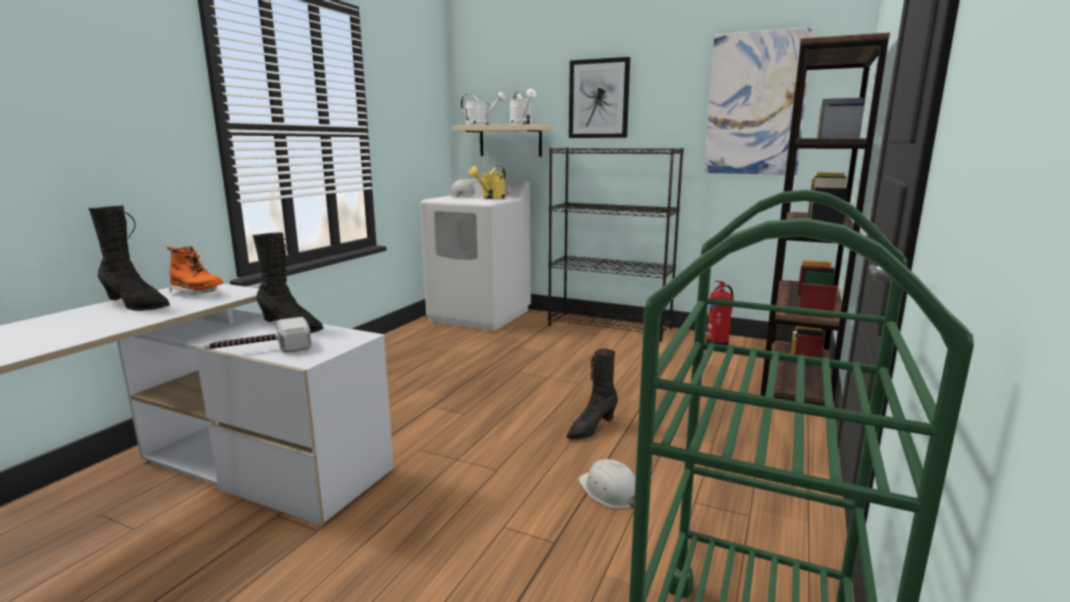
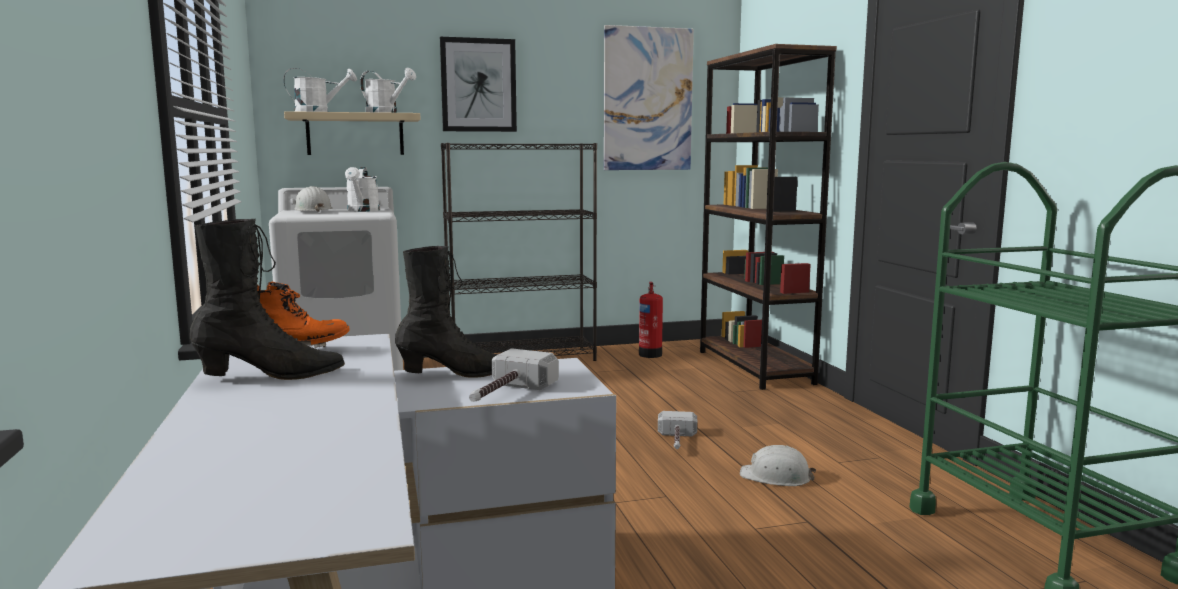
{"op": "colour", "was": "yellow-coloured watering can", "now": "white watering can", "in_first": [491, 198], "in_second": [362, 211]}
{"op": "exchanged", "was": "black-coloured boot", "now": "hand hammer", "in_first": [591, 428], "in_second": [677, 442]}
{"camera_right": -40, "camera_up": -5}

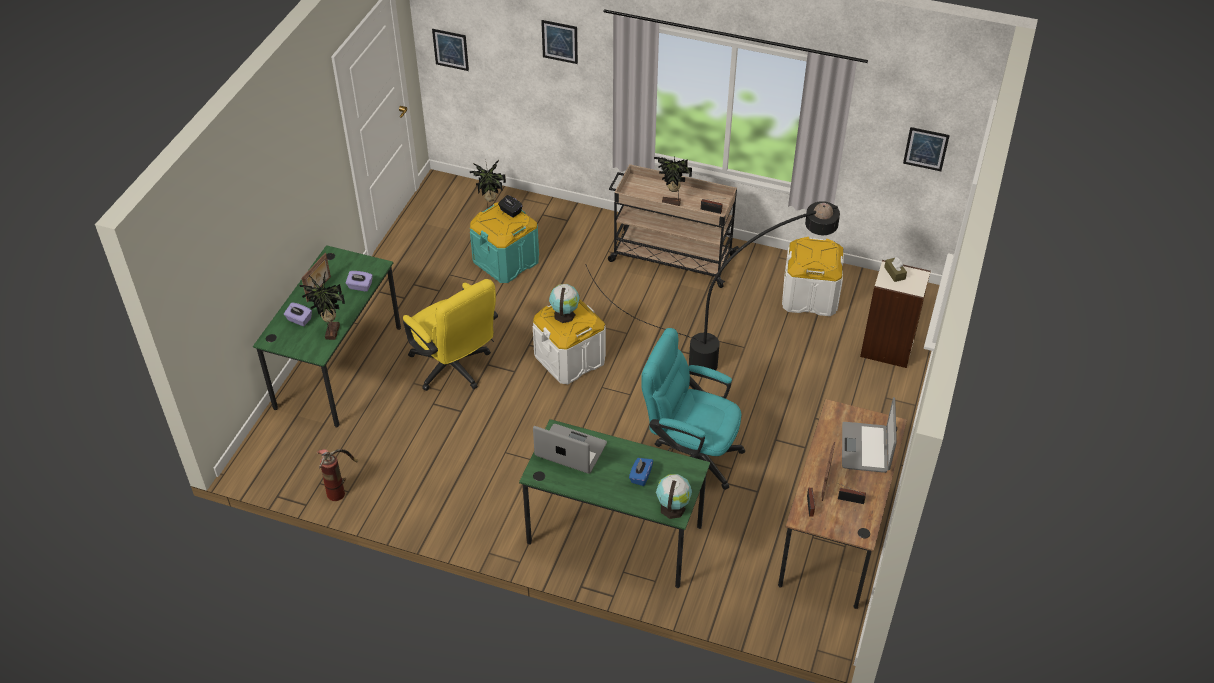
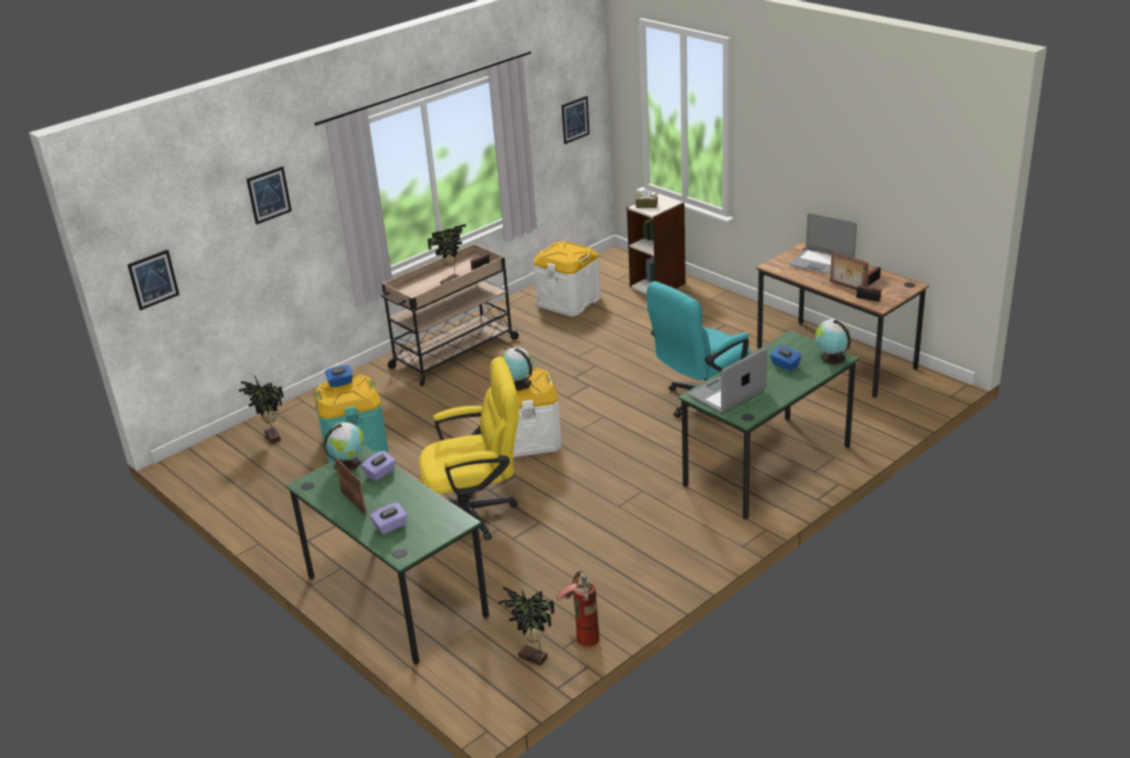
{"op": "appeared", "now": "world globe", "in_second": [348, 463]}
{"op": "colour", "was": "black-coloured tissue box", "now": "blue tissue box", "in_first": [510, 211], "in_second": [340, 383]}
{"op": "relocated", "was": "potted plant", "in_first": [331, 332], "in_second": [532, 659]}
{"op": "missing", "was": "black-coloured floor lamp", "in_first": [729, 346]}
{"camera_right": -60, "camera_up": -15}

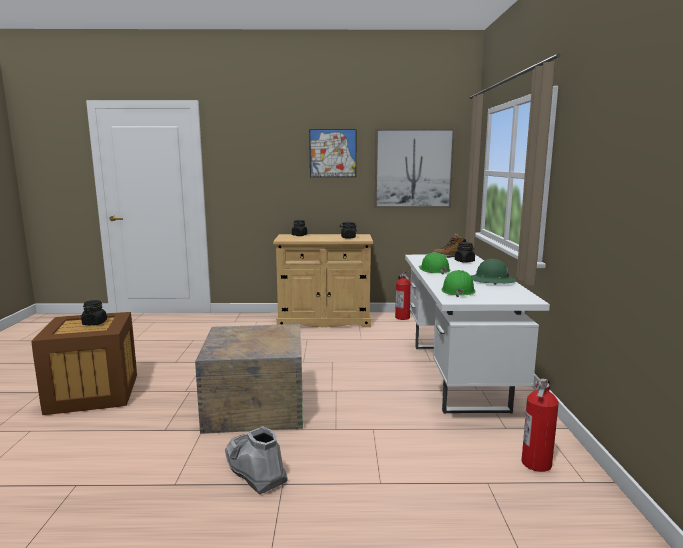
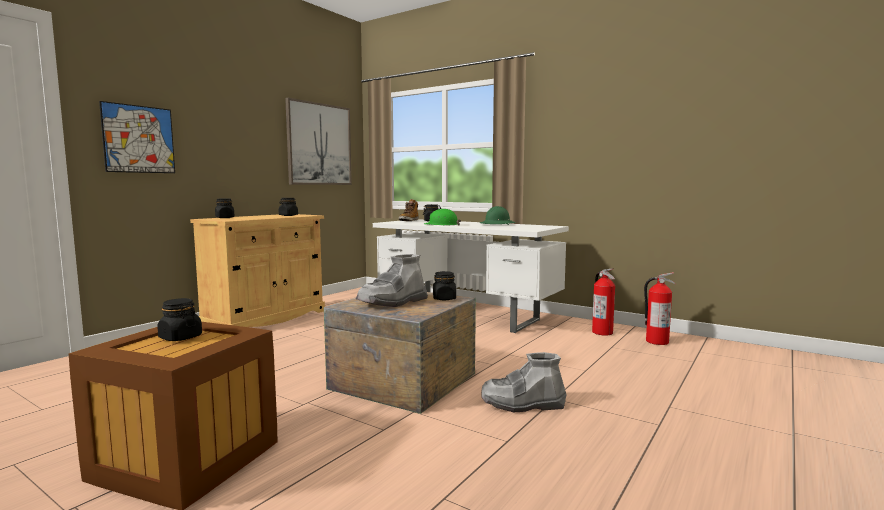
{"op": "relocated", "was": "picture", "in_first": [333, 153], "in_second": [139, 139]}
{"op": "appeared", "now": "greyish boot", "in_second": [393, 302]}
{"op": "appeared", "now": "black-coloured jar", "in_second": [444, 298]}
{"op": "relocated", "was": "fire-fighting cylinder", "in_first": [402, 317], "in_second": [656, 341]}
{"op": "missing", "was": "green safety helmet", "in_first": [457, 291]}
{"camera_right": -55, "camera_up": -5}

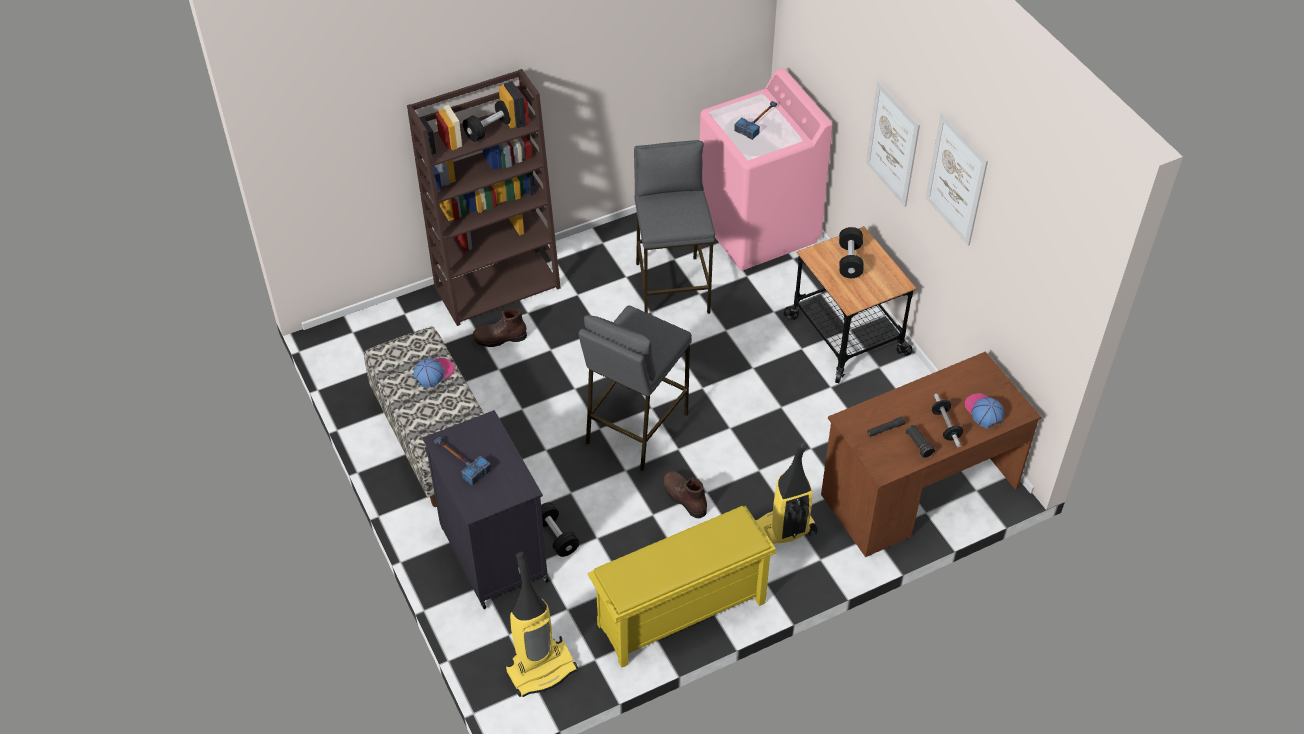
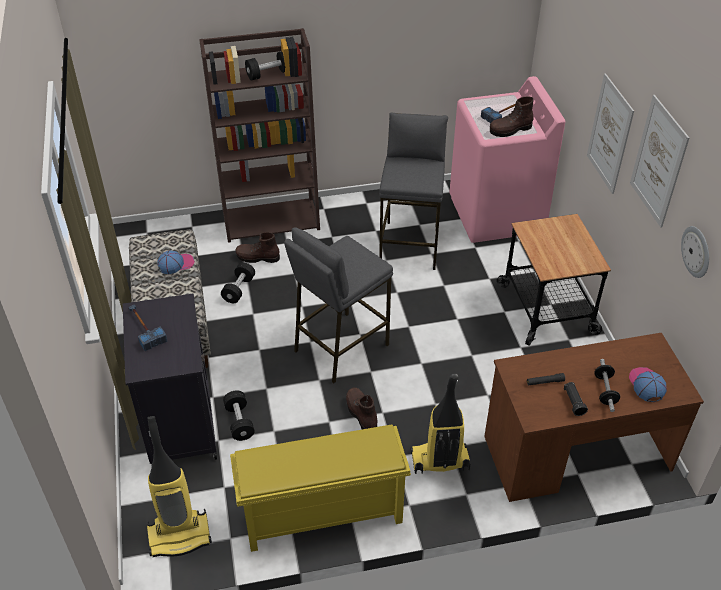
{"op": "relocated", "was": "black-coloured dumbbell", "in_first": [850, 260], "in_second": [239, 289]}
{"op": "appeared", "now": "brown boot", "in_second": [510, 130]}
{"op": "appeared", "now": "clock on the wall", "in_second": [696, 251]}
{"camera_right": 15, "camera_up": -5}

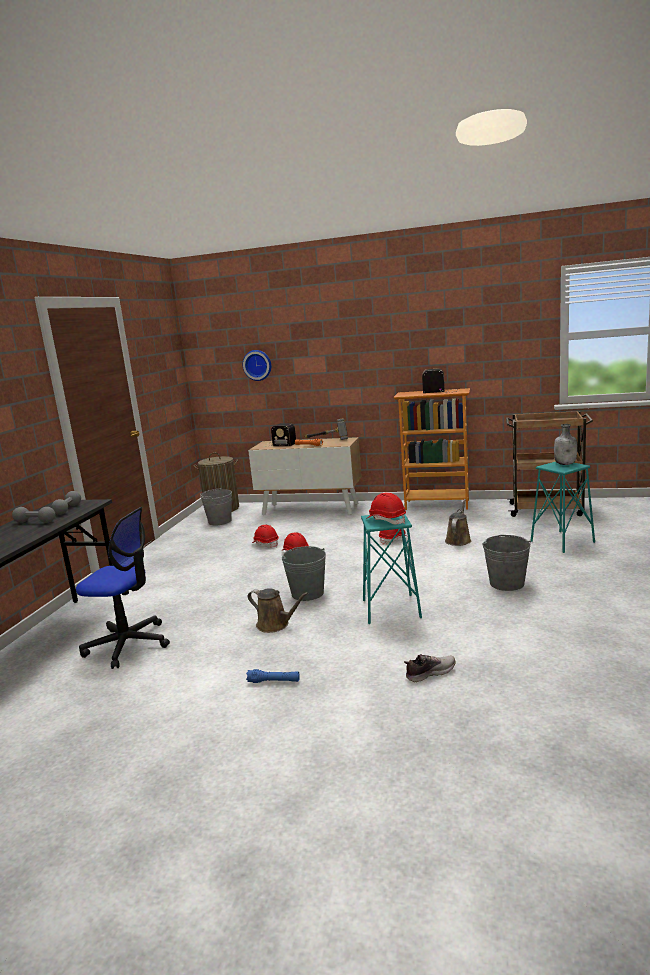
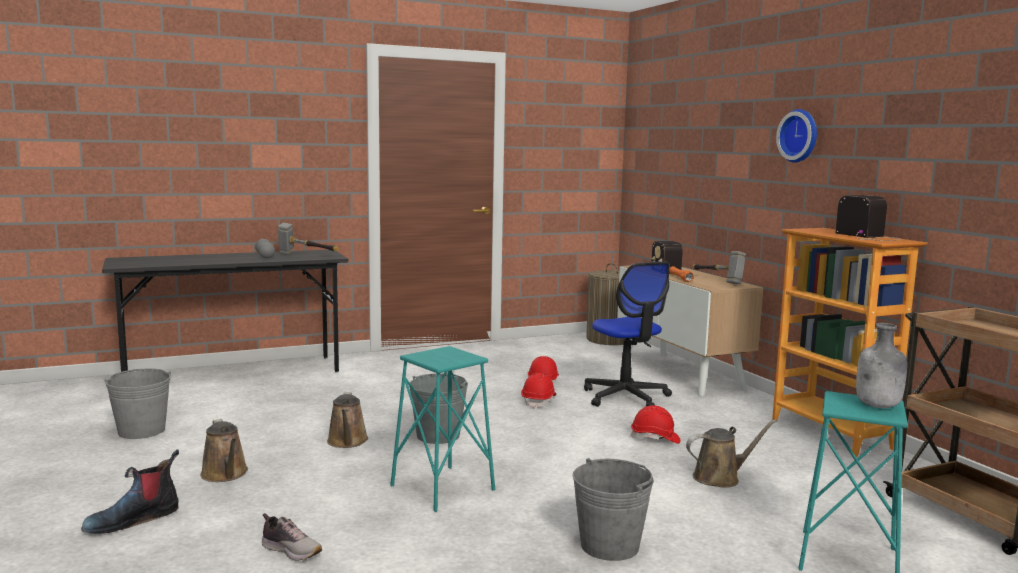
{"op": "appeared", "now": "boot", "in_second": [133, 519]}
{"op": "relocated", "was": "greyish water bucket", "in_first": [220, 521], "in_second": [141, 431]}
{"op": "exchanged", "was": "blue torch", "now": "brown watering can", "in_first": [273, 681], "in_second": [225, 474]}
{"op": "exchanged", "was": "greyish dumbbell", "now": "hand hammer", "in_first": [68, 509], "in_second": [306, 255]}
{"op": "relocated", "was": "office chair", "in_first": [128, 644], "in_second": [626, 397]}
{"op": "relocated", "was": "clock on the wall", "in_first": [257, 365], "in_second": [800, 136]}
{"op": "missing", "was": "red-coloured safety helmet", "in_first": [386, 520]}
{"camera_right": 50, "camera_up": -5}

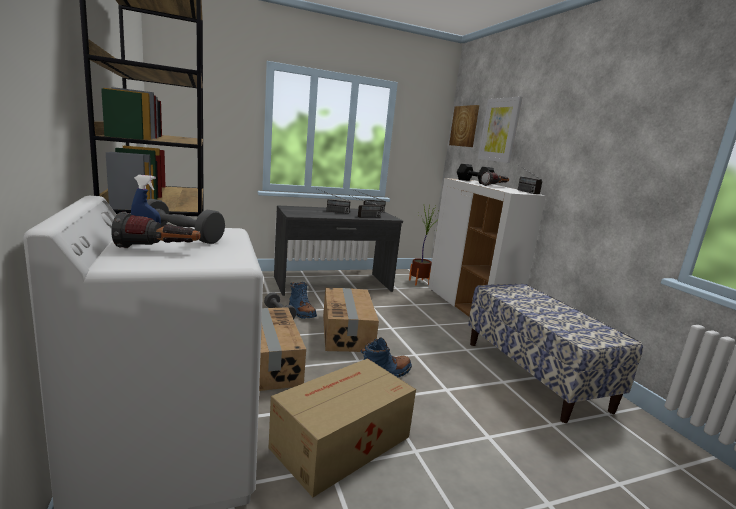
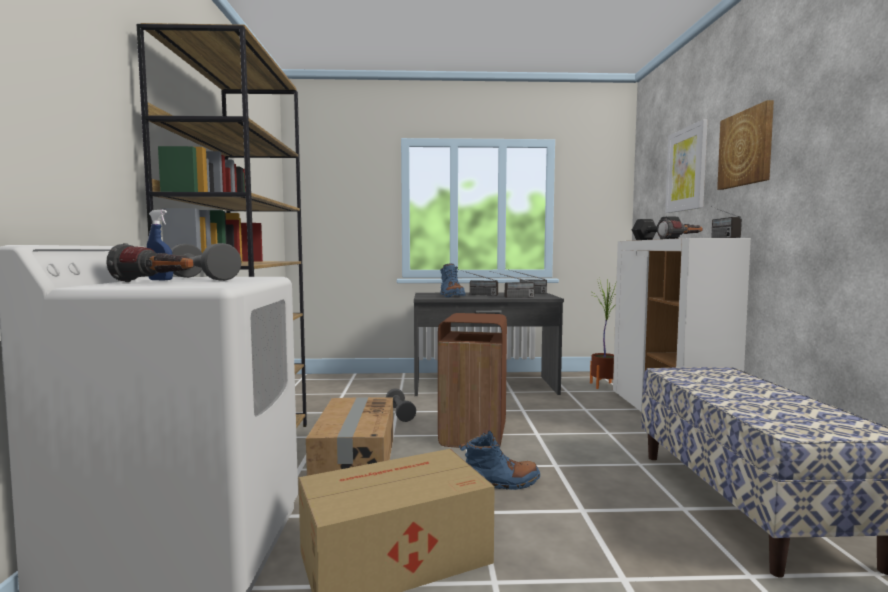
{"op": "exchanged", "was": "cardboard box", "now": "brown waste bin", "in_first": [347, 332], "in_second": [474, 435]}
{"op": "relocated", "was": "blue boot", "in_first": [301, 312], "in_second": [451, 296]}
{"op": "relocated", "was": "picture", "in_first": [465, 126], "in_second": [746, 148]}
{"camera_right": 20, "camera_up": -10}

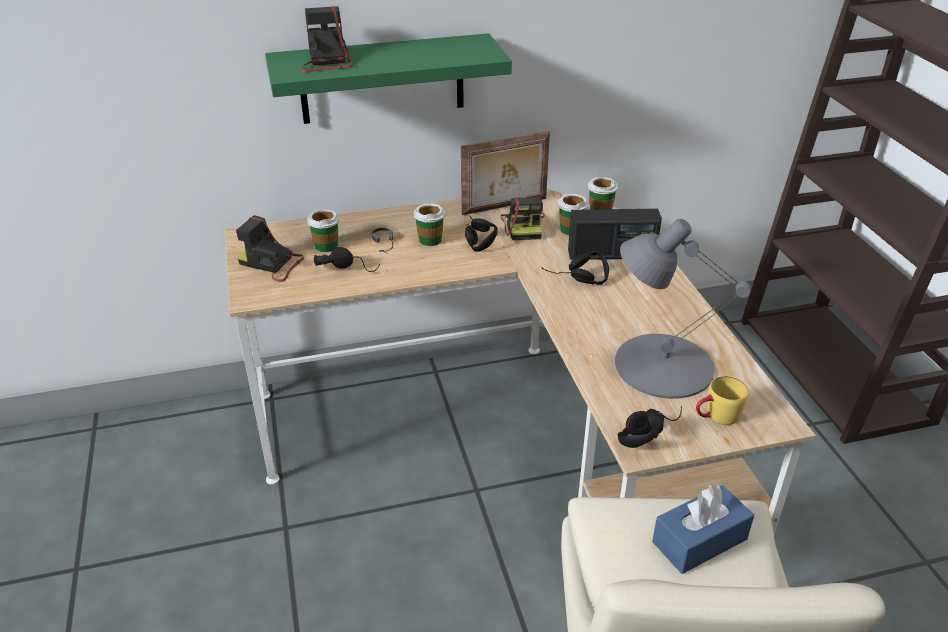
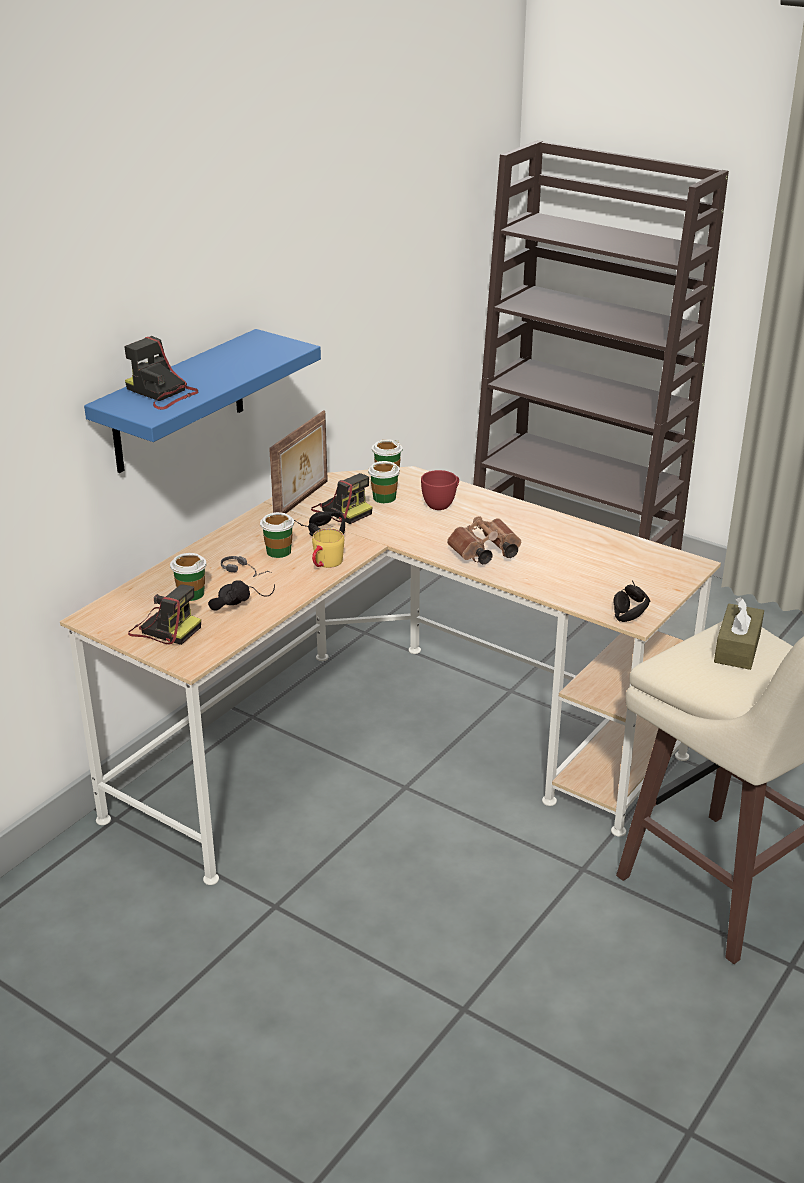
{"op": "colour", "was": "green wall shelf", "now": "blue wall shelf", "in_first": [382, 79], "in_second": [178, 402]}
{"op": "spun", "was": "photo camera", "in_first": [272, 264], "in_second": [164, 628], "clockwise": -135}
{"op": "relocated", "was": "yellow-coloured tea mug", "in_first": [716, 416], "in_second": [325, 564]}
{"op": "exchanged", "was": "radio set", "now": "red-coloured drinking cup", "in_first": [611, 254], "in_second": [442, 504]}
{"op": "appeared", "now": "brown field glasses", "in_second": [484, 554]}
{"op": "colour", "was": "blue tissue box", "now": "brown tissue box", "in_first": [699, 540], "in_second": [737, 648]}
{"op": "missing", "was": "black-coloured headphones", "in_first": [575, 280]}
{"op": "missing", "was": "greyish lamp for a table", "in_first": [662, 365]}
{"camera_right": -40, "camera_up": -5}

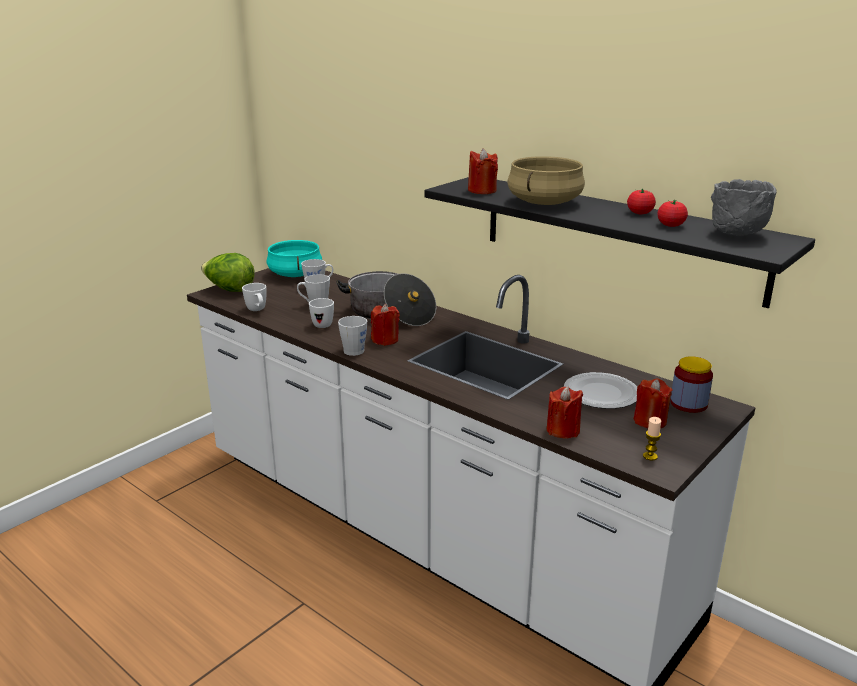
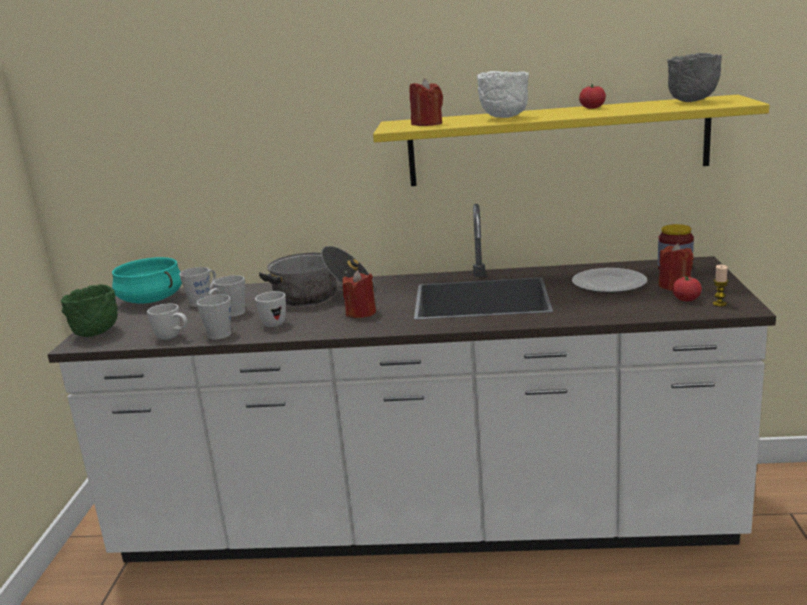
{"op": "exchanged", "was": "head of lettuce", "now": "green serving bowl", "in_first": [229, 290], "in_second": [97, 333]}
{"op": "relocated", "was": "greyish tea mug", "in_first": [354, 349], "in_second": [218, 333]}
{"op": "colour", "was": "black-coloured wall shelf", "now": "yellow-coloured wall shelf", "in_first": [618, 236], "in_second": [556, 142]}
{"op": "exchanged", "was": "sand-coloured saucepot", "now": "white serving bowl", "in_first": [544, 202], "in_second": [503, 118]}
{"op": "relocated", "was": "tomato", "in_first": [671, 225], "in_second": [686, 299]}
{"op": "missing", "was": "red-coloured wax light", "in_first": [563, 430]}
{"camera_right": -35, "camera_up": -5}

